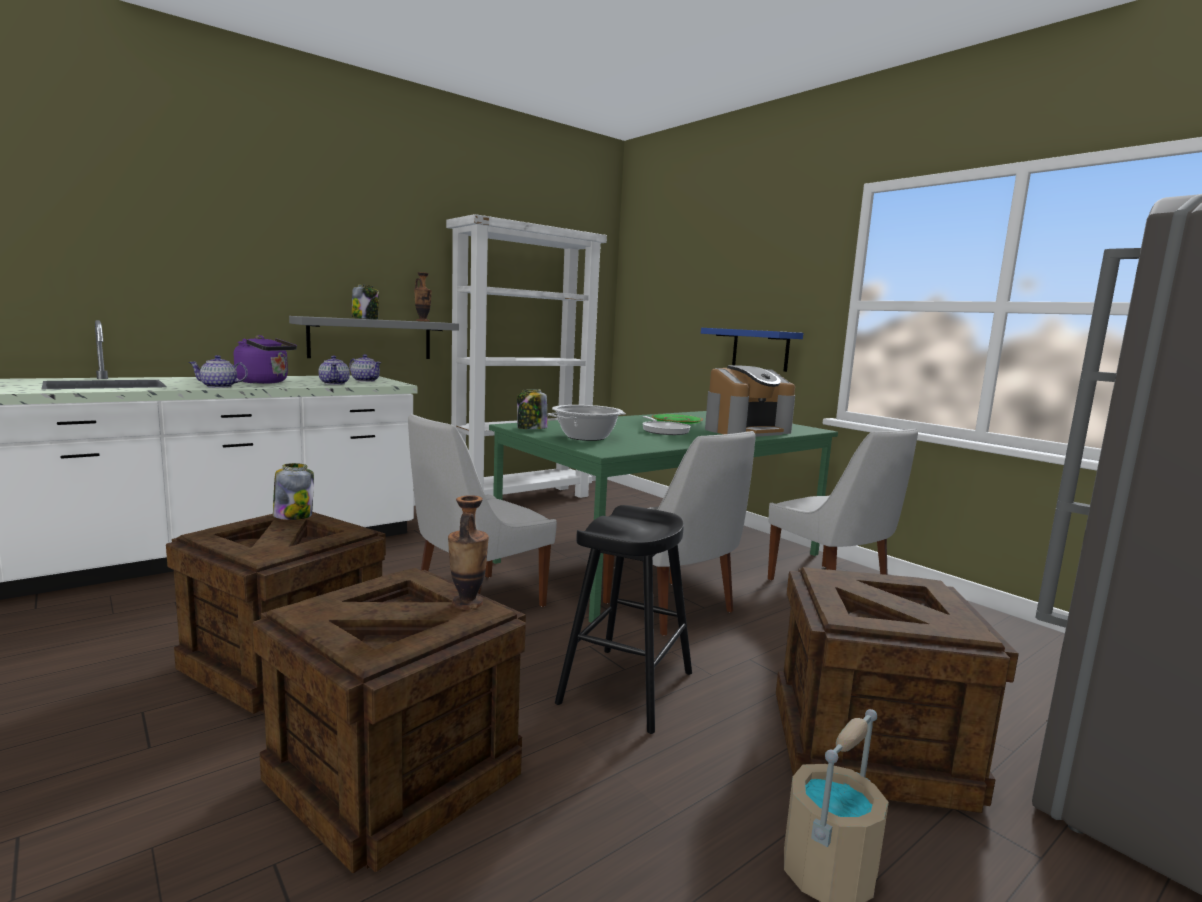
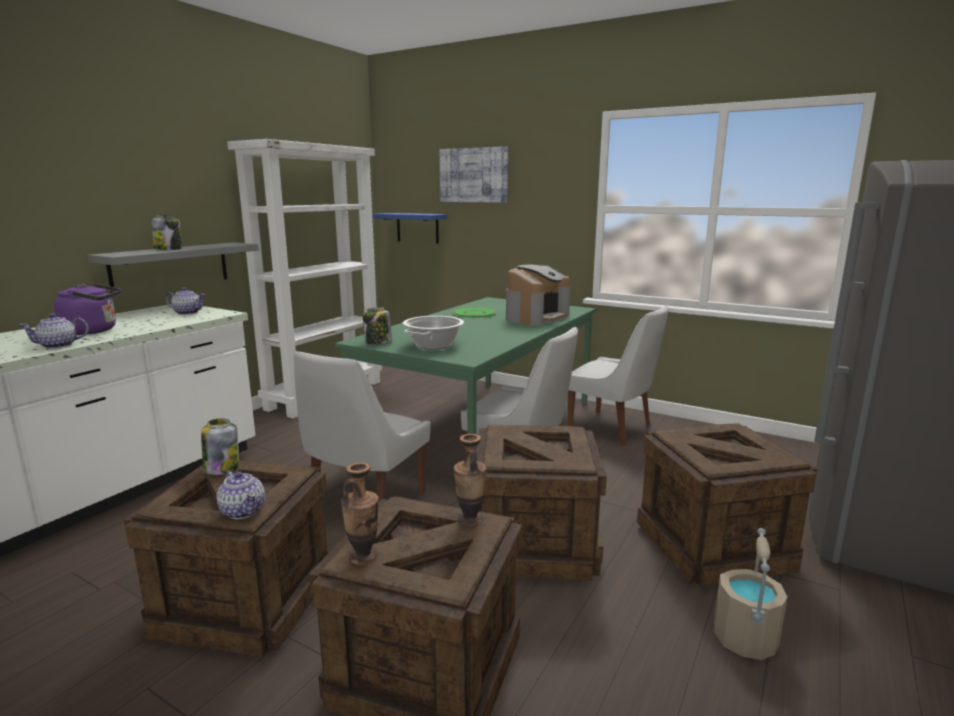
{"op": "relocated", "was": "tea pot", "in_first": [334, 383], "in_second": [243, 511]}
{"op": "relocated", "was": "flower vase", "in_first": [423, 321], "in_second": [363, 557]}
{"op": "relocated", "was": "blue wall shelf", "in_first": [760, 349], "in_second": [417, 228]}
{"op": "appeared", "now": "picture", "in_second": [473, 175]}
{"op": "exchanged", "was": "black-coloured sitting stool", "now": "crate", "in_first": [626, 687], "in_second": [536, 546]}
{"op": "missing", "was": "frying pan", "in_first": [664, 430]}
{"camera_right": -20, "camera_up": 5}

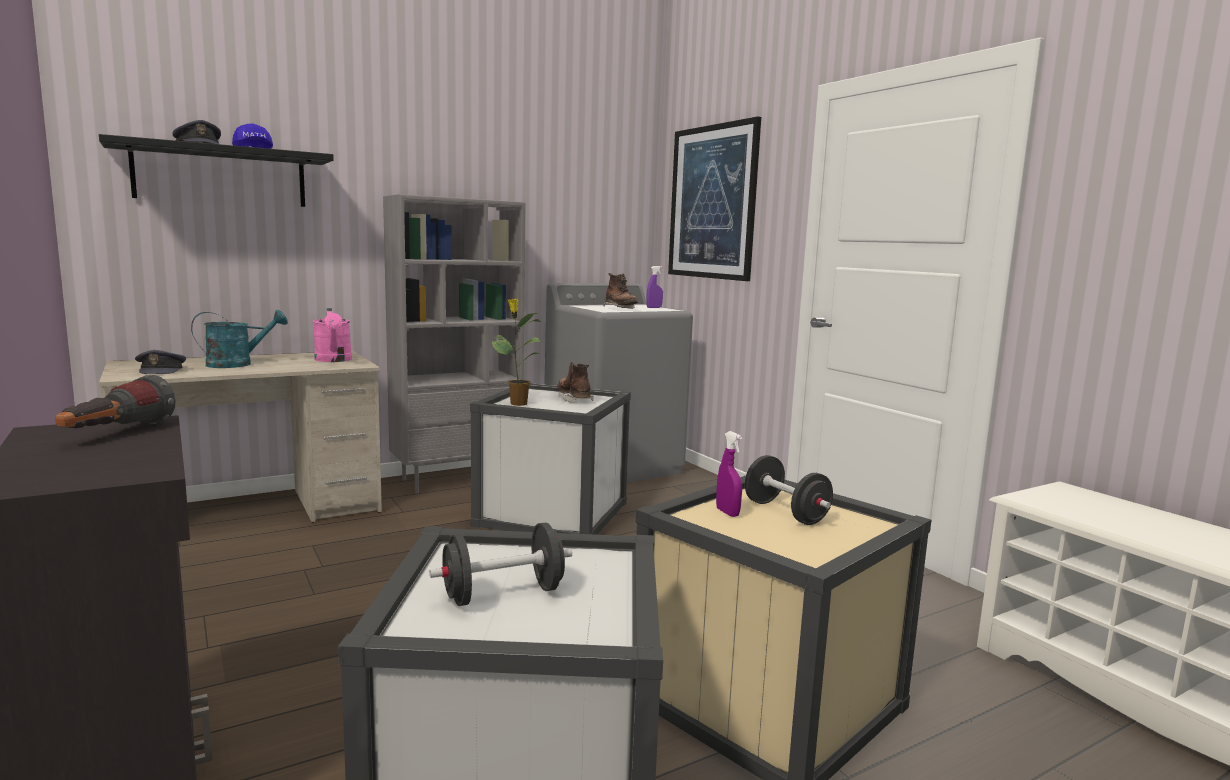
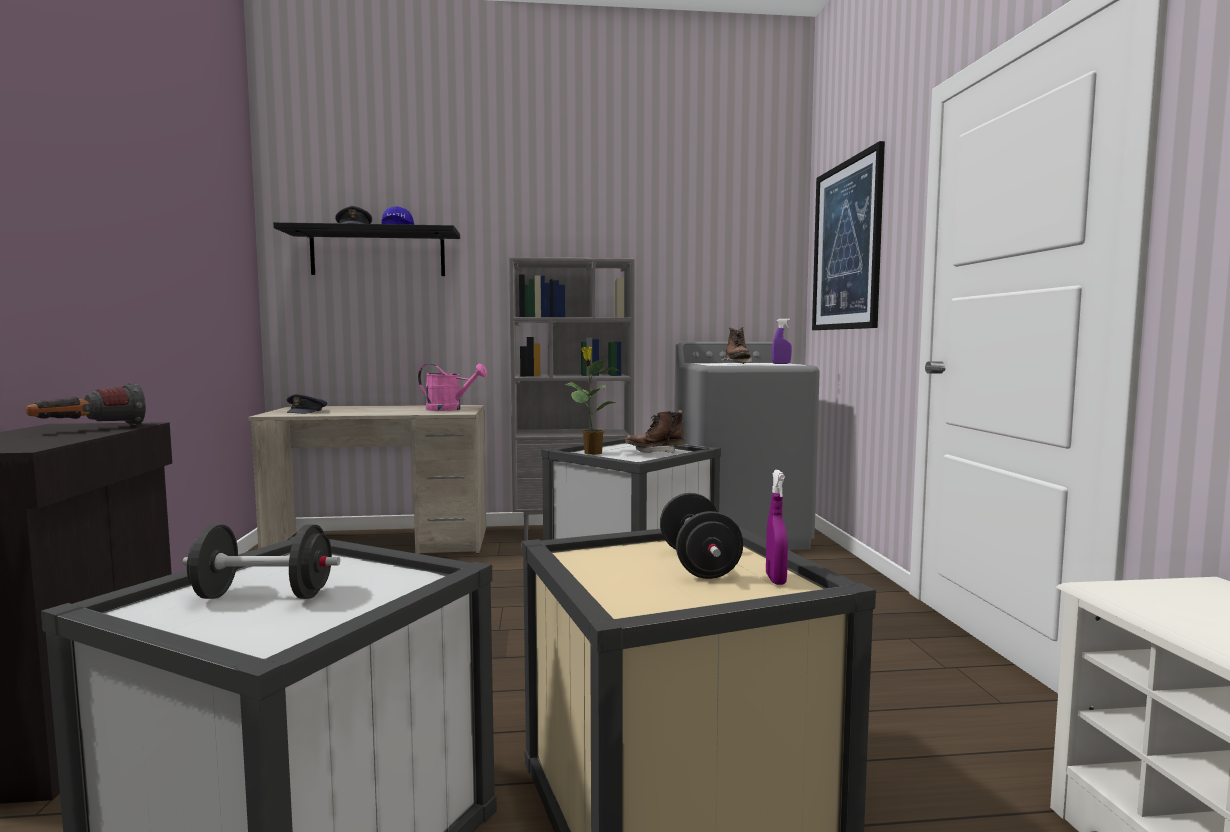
{"op": "spun", "was": "pink-coloured watering can", "in_first": [334, 360], "in_second": [450, 409], "clockwise": -75}
{"op": "spun", "was": "brown boot", "in_first": [573, 399], "in_second": [654, 452], "clockwise": -105}
{"op": "relocated", "was": "purplish hand sprayer", "in_first": [727, 513], "in_second": [775, 579]}
{"op": "missing", "was": "turquoise-coloured watering can", "in_first": [238, 364]}
{"camera_right": 25, "camera_up": -5}

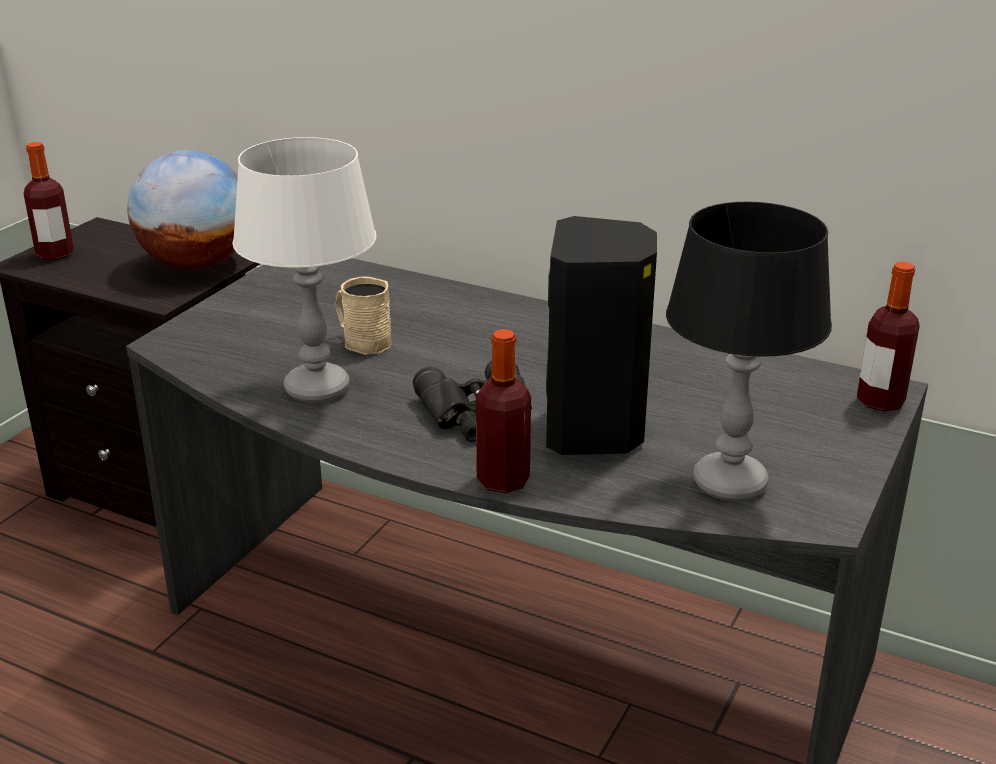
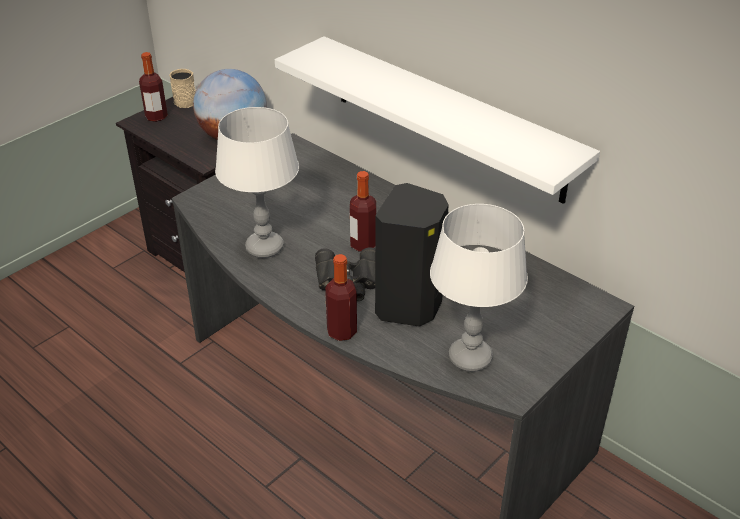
{"op": "relocated", "was": "sand-coloured tea mug", "in_first": [362, 341], "in_second": [183, 100]}
{"op": "appeared", "now": "white wall shelf", "in_second": [446, 118]}
{"op": "relocated", "was": "drink bottle", "in_first": [880, 401], "in_second": [363, 244]}
{"op": "colour", "was": "black-coloured lamp for a table", "now": "white lamp for a table", "in_first": [730, 484], "in_second": [470, 358]}
{"camera_right": 15, "camera_up": 10}

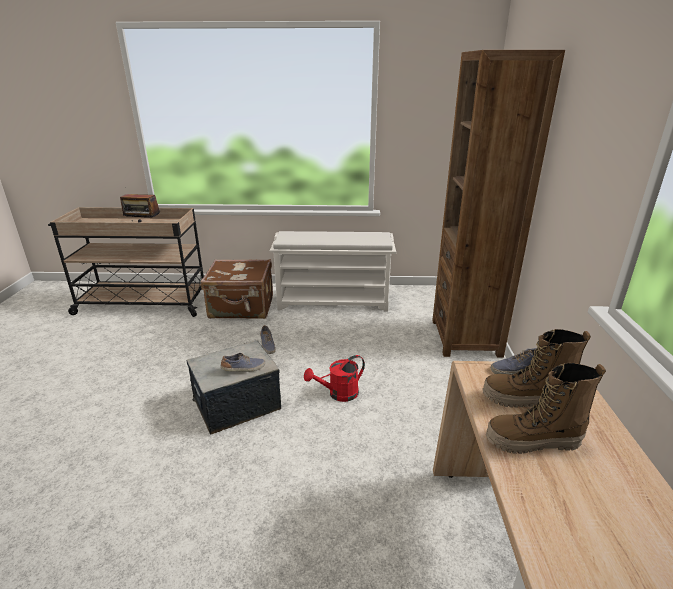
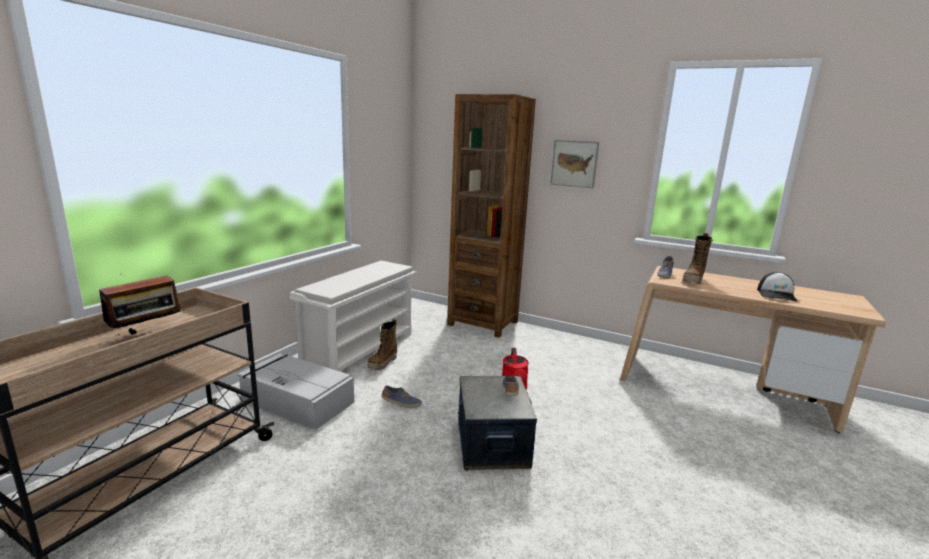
{"op": "exchanged", "was": "brown suitcase", "now": "greyish storage box", "in_first": [242, 308], "in_second": [296, 401]}
{"op": "relocated", "was": "boot", "in_first": [532, 442], "in_second": [383, 363]}
{"op": "appeared", "now": "picture", "in_second": [574, 163]}
{"op": "appeared", "now": "baseball cap", "in_second": [777, 295]}
{"camera_right": -65, "camera_up": -10}

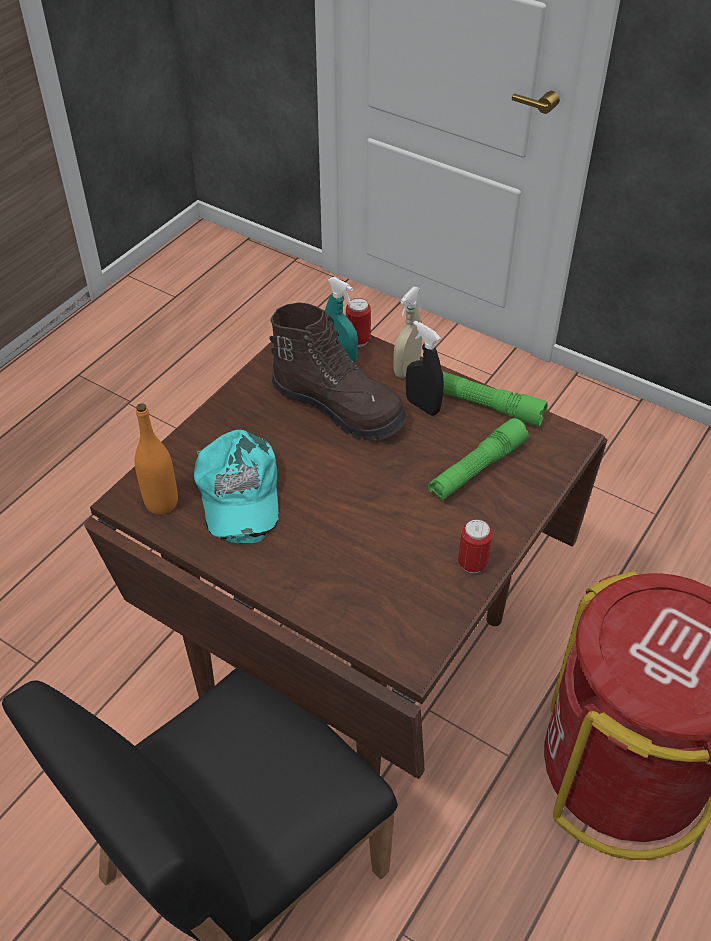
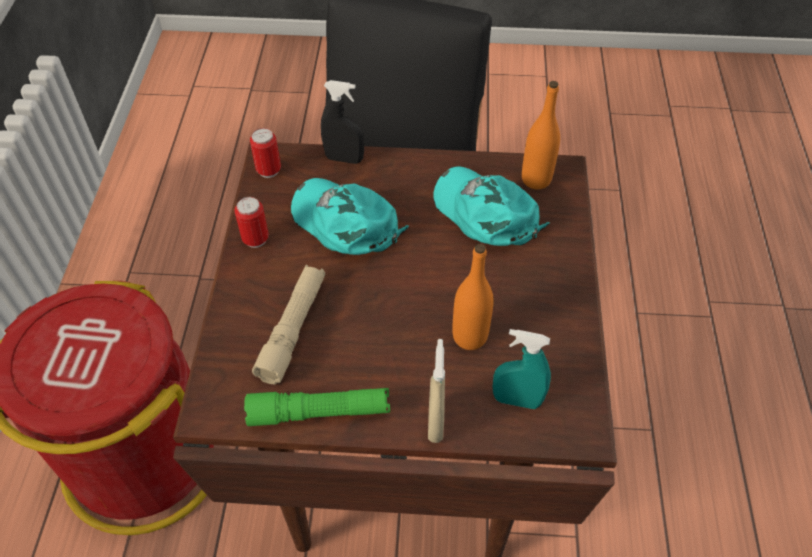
{"op": "relocated", "was": "sealed can", "in_first": [358, 340], "in_second": [268, 170]}
{"op": "colour", "was": "green torch", "now": "sand-coloured torch", "in_first": [477, 469], "in_second": [293, 329]}
{"op": "appeared", "now": "turquoise-coloured baseball cap", "in_second": [345, 222]}
{"op": "relocated", "was": "black-coloured hand sprayer", "in_first": [422, 406], "in_second": [344, 159]}
{"op": "exchanged", "was": "brown boot", "now": "orangey drink bottle", "in_first": [339, 406], "in_second": [469, 336]}
{"camera_right": 150, "camera_up": 5}

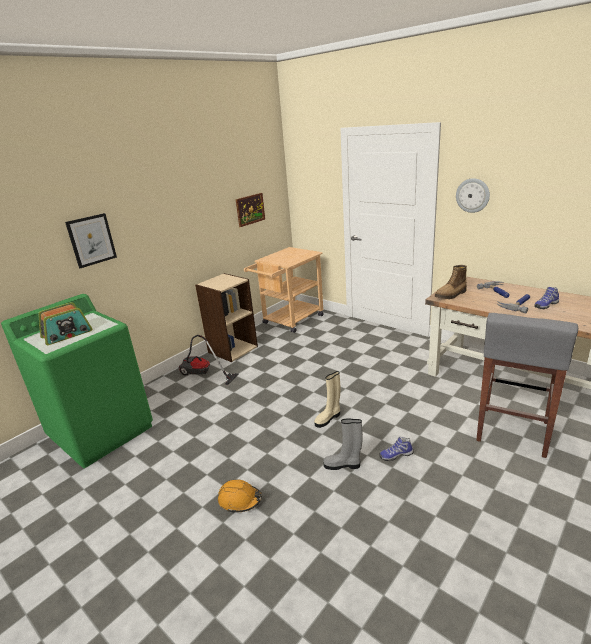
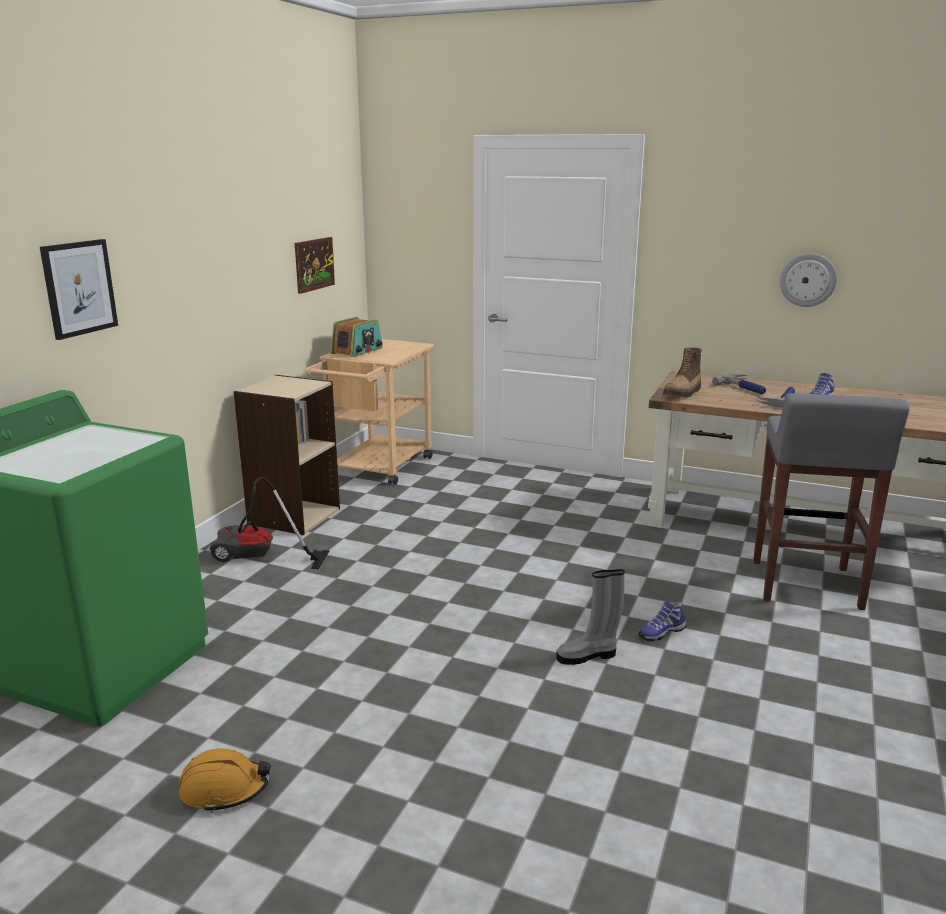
{"op": "relocated", "was": "orangey safety helmet", "in_first": [240, 500], "in_second": [224, 789]}
{"op": "relocated", "was": "radio set", "in_first": [67, 334], "in_second": [357, 351]}
{"op": "relocated", "was": "clock on the wall", "in_first": [472, 195], "in_second": [807, 280]}
{"op": "missing", "was": "sand-coloured boot", "in_first": [328, 418]}
{"camera_right": -20, "camera_up": -5}

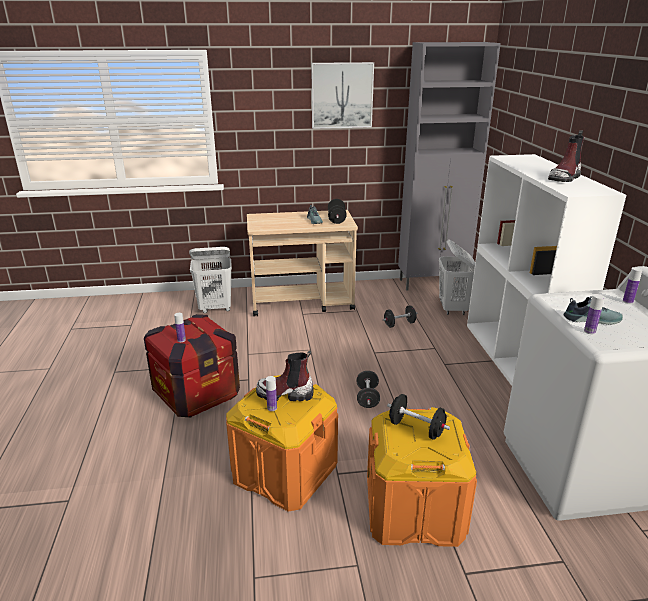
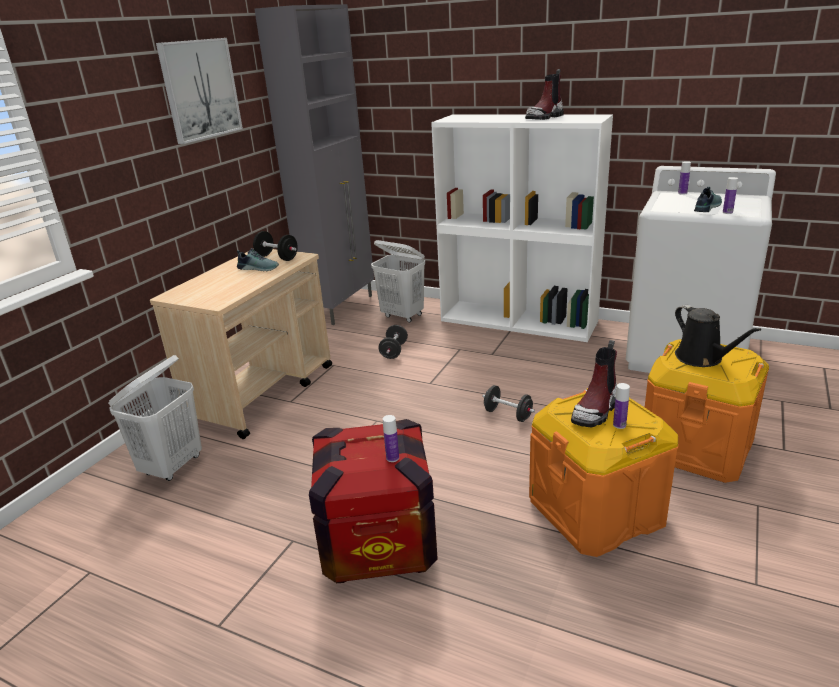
{"op": "spun", "was": "boot", "in_first": [564, 178], "in_second": [545, 117], "clockwise": 60}
{"op": "exchanged", "was": "black-coloured dumbbell", "now": "black-coloured watering can", "in_first": [416, 428], "in_second": [702, 358]}
{"camera_right": -55, "camera_up": 0}

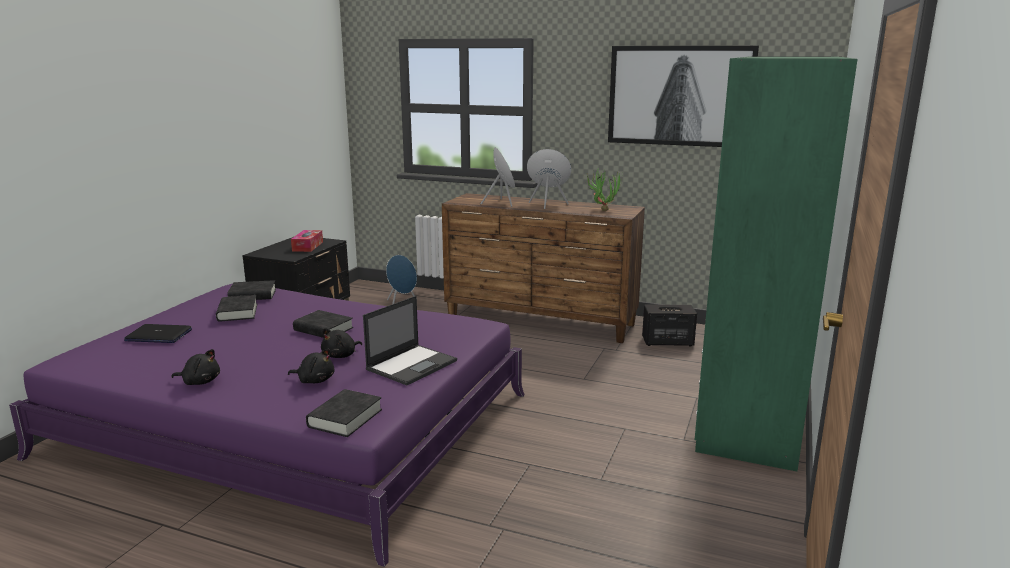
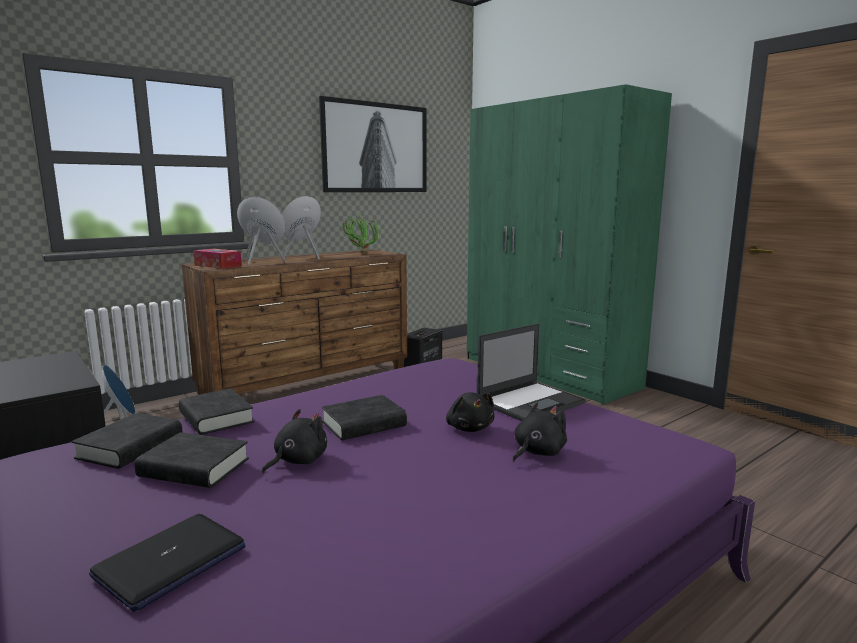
{"op": "relocated", "was": "black-coloured volume", "in_first": [345, 418], "in_second": [216, 418]}
{"op": "relocated", "was": "tissue box", "in_first": [307, 246], "in_second": [218, 265]}
{"op": "relocated", "was": "black-coloured plush toy", "in_first": [200, 382], "in_second": [297, 461]}
{"op": "spun", "was": "notebook computer", "in_first": [412, 364], "in_second": [531, 402], "clockwise": 75}
{"camera_right": -60, "camera_up": -5}

